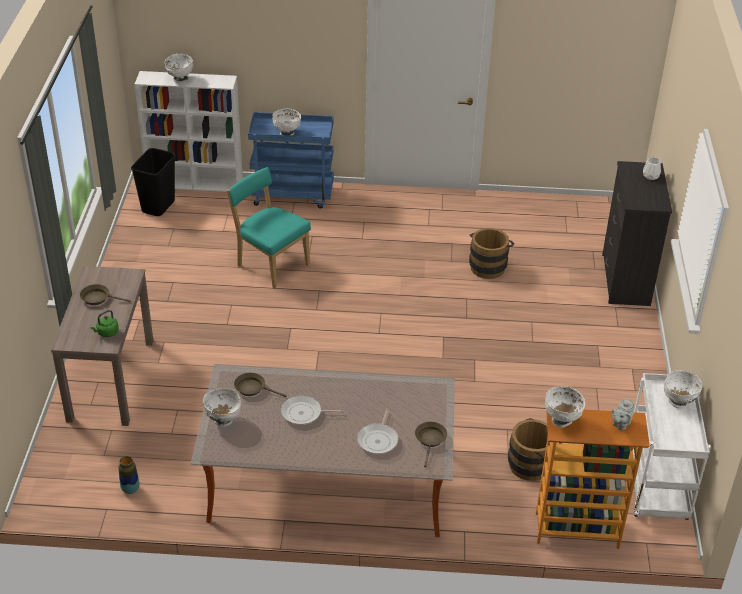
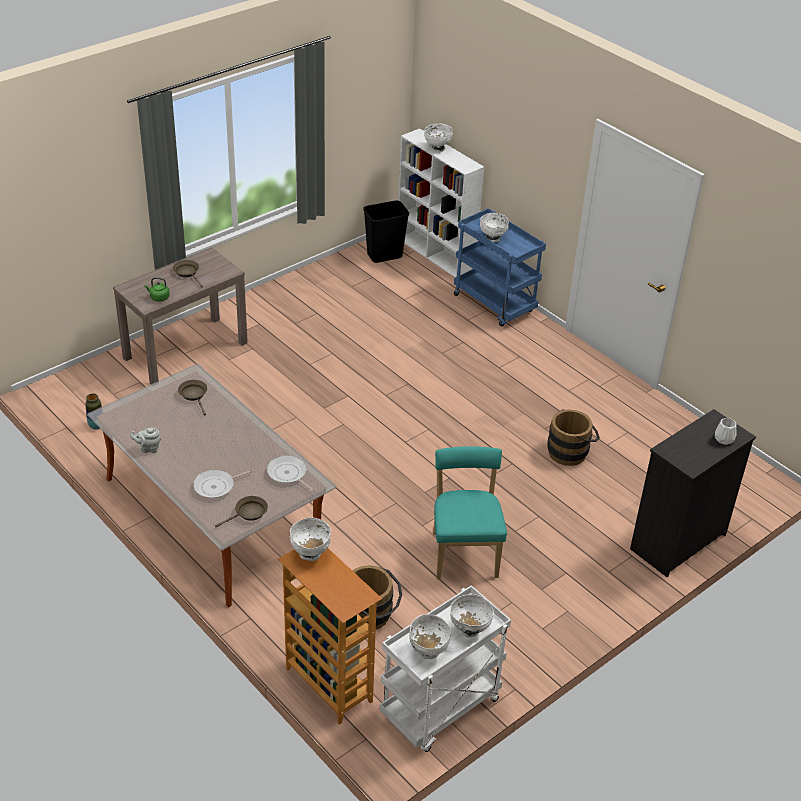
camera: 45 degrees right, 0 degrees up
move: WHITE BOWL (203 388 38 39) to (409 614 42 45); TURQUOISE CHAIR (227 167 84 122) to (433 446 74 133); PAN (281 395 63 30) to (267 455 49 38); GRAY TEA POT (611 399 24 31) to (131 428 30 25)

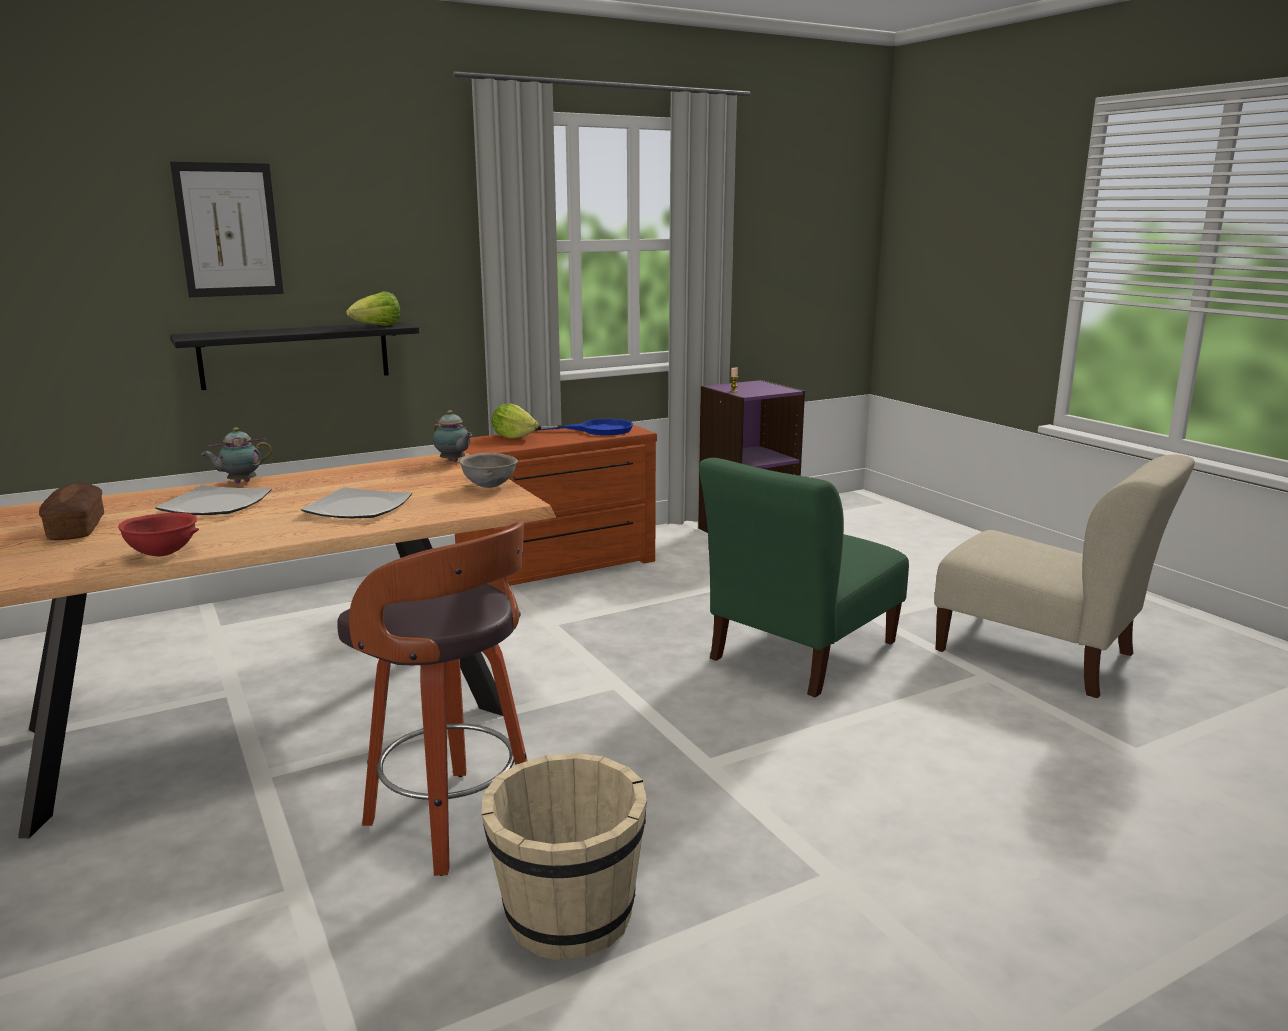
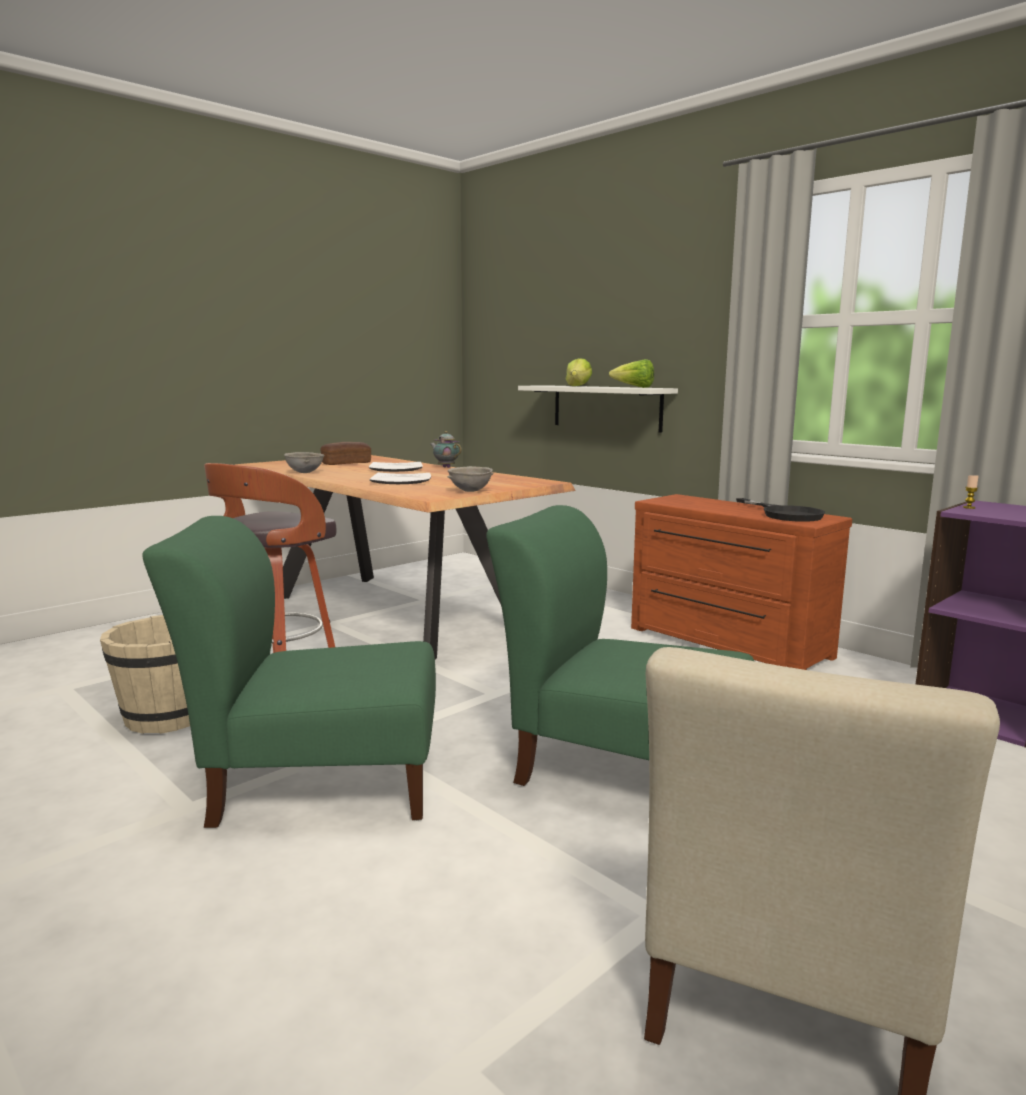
camera: 75 degrees right, 5 degrees down
delete: WALL PICTURE (170 162 114 135); TEA POT (433 410 39 52)
insert: GREEN CHAIR (142 516 294 312)
move: LETTUCE (492 404 47 35) to (566 358 26 28)
recolor: REDDISH BOWL (118 513 81 44) to GRAY BOWL (284 452 40 21); BLACK-COLOURED BRACKET SHELF (170 322 249 68) to WHITE BRACKET SHELF (518 385 160 48); BLUE-COLOURED PAN (535 419 98 16) to BLACK-COLOURED PAN (736 498 89 24)

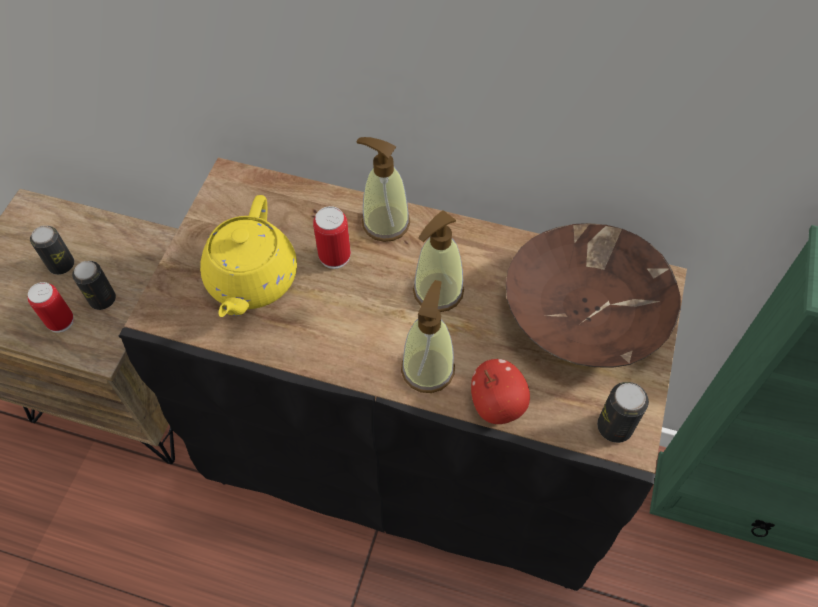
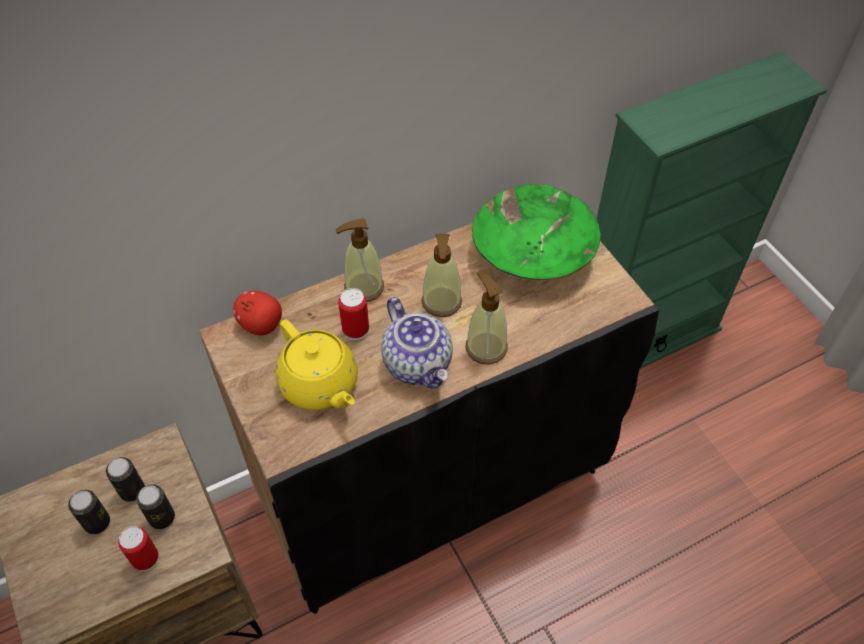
camera: 45 degrees left, 5 degrees down
insert: TEA POT (381 297 72 92)
move: APPLE (471 359 59 65) to (233 291 49 44); SEALED CAN (597 382 52 61) to (106 457 39 45)
recolor: BROWNISH BOWL (506 223 174 145) to GREEN BOWL (472 184 129 96)

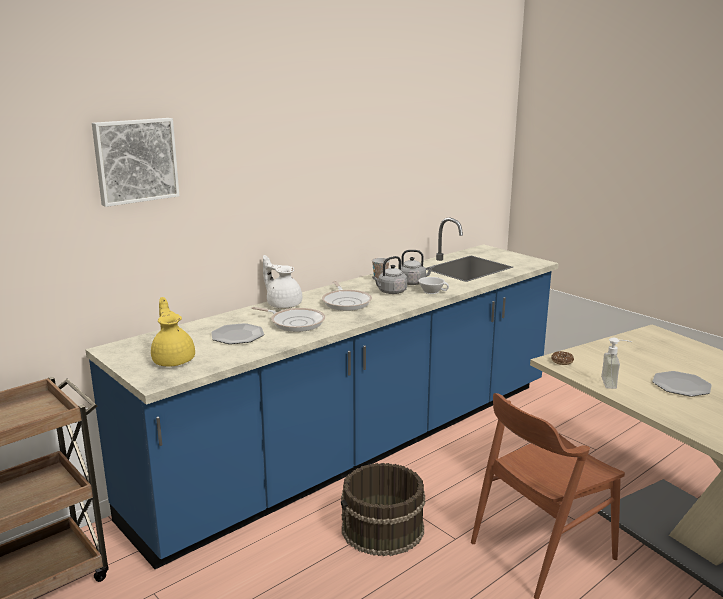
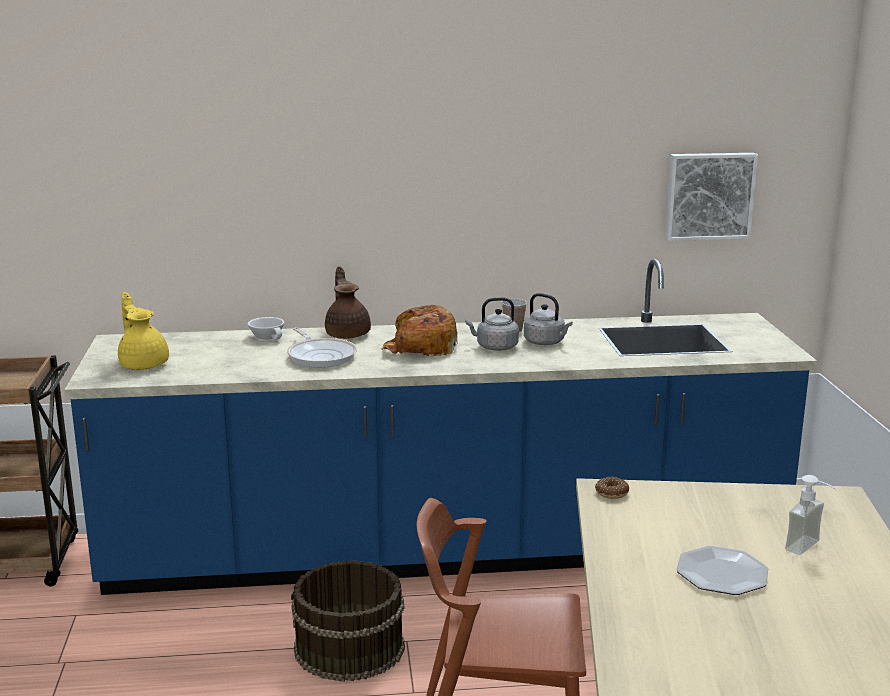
camera: 35 degrees right, 0 degrees up
delete: FLAT DISH (211 323 53 21)
move: WALL PICTURE (92 118 87 89) to (665 153 93 88); WHITE CUP (419 277 30 17) to (248 317 36 24); SOAP DISPENSER (601 338 31 51) to (785 475 51 80)
replace: PAN (322 281 50 30) to BAKED BREAD (381 305 76 51)
recolor: WHITE TEA POT (263 255 39 54) to BROWNISH TEA POT (325 266 46 73)
rotate: YELLOW-COLOURED TEA POT (151 297 44 70) = (118 292 51 78) 45 degrees counterclockwise

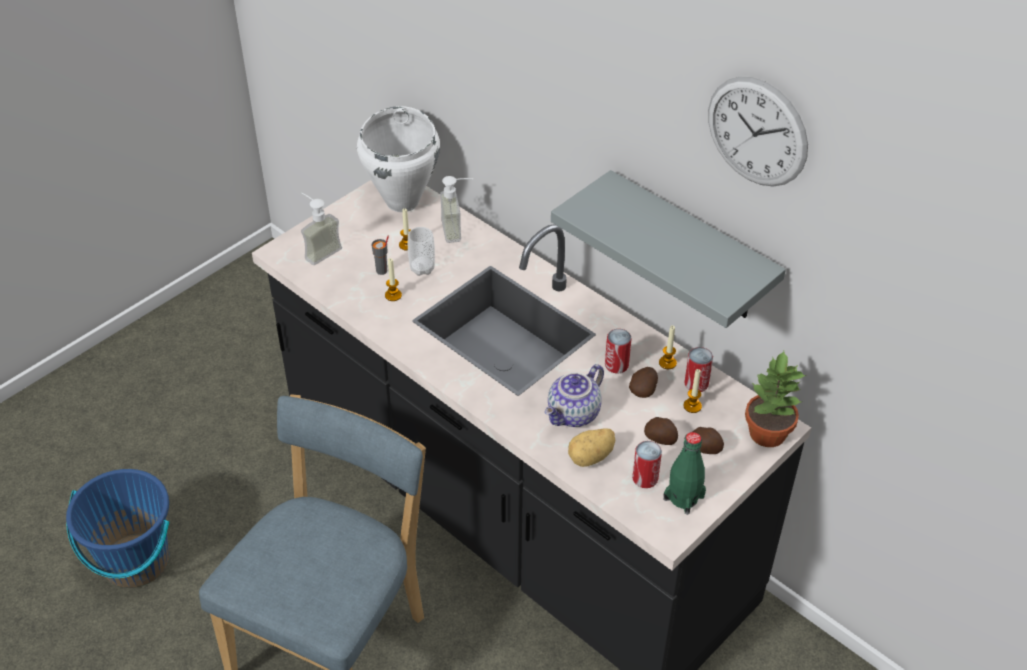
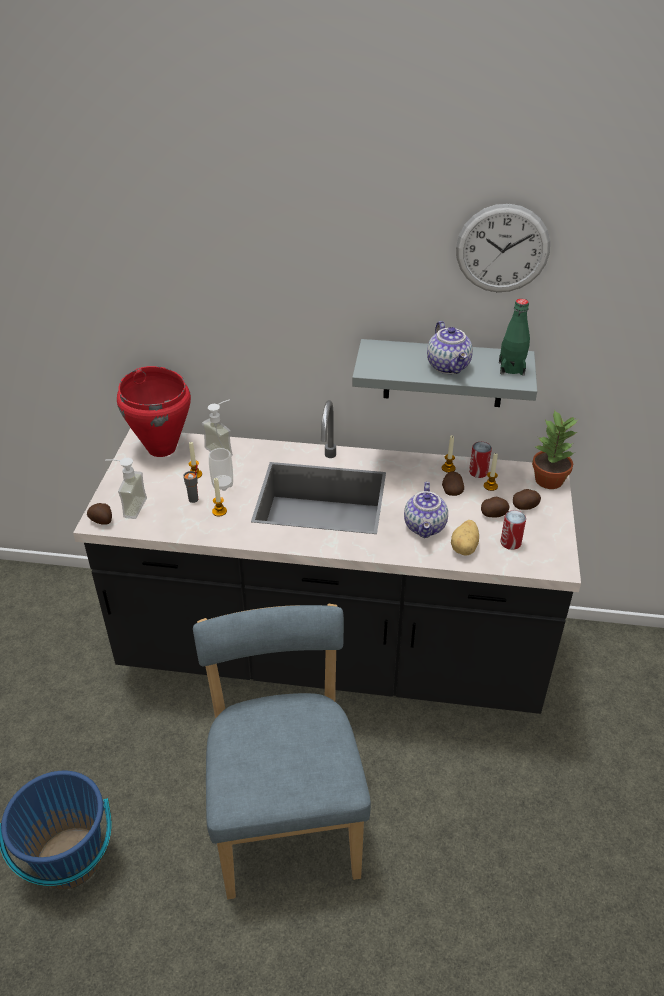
camera: 35 degrees left, 5 degrees down
delete: SEALED CAN (605 329 27 44)
insert: WHOLE POTATO (87 503 25 22); TEA POT (427 321 46 53)
move: GREEN DRINK BOTTLE (663 432 43 83) to (499 299 31 77)
recolor: WHITE STOCKPOT (357 106 83 106) to REDDISH STOCKPOT (117 366 74 91)

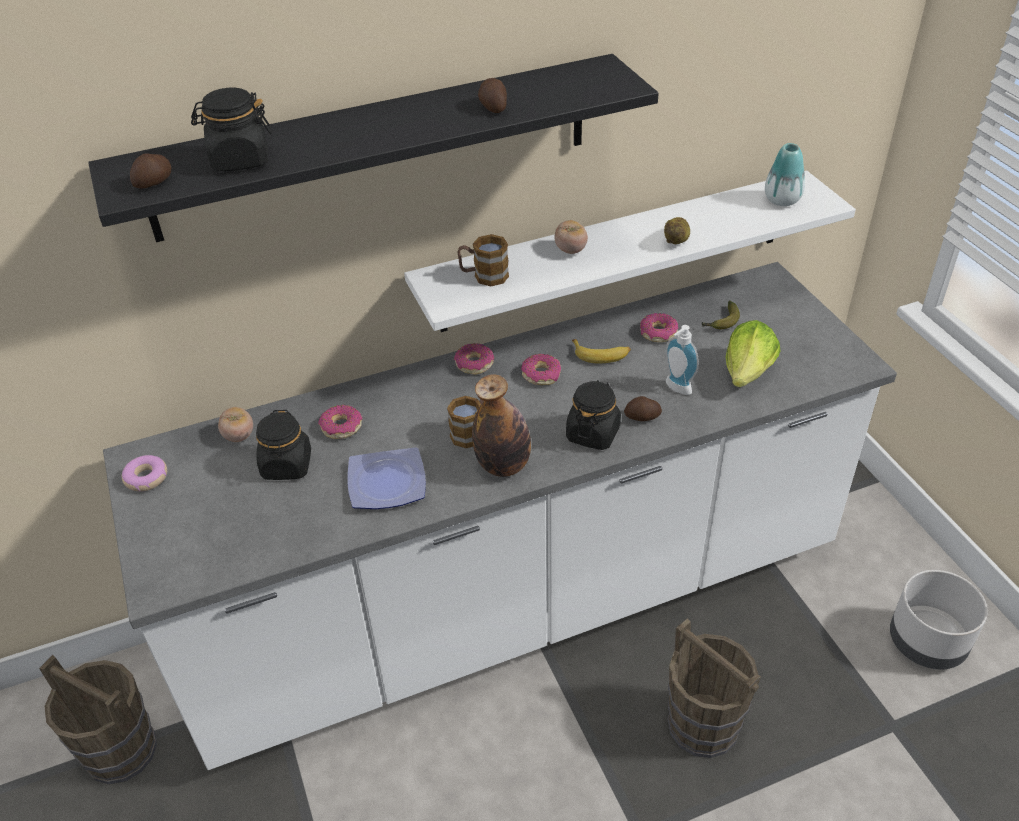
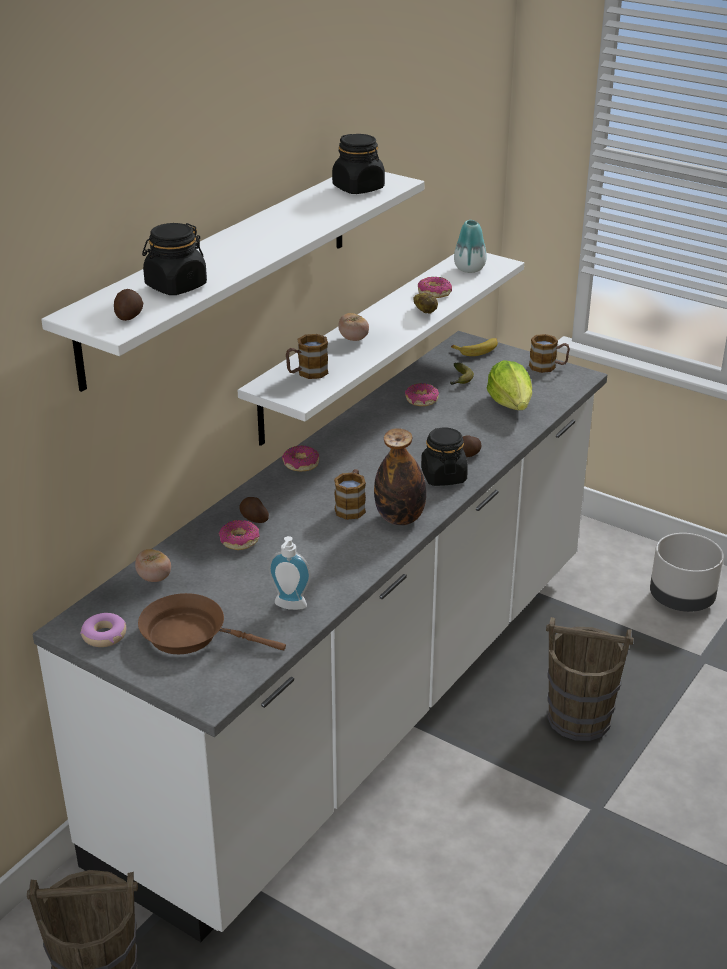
camera: 35 degrees left, 10 degrees down
delete: FLAT DISH (347 447 79 62)
insert: BROWNISH PAN (138 593 148 61); COFFEE MUG (529 334 41 39)
move: BLACK-COLOURED PRESERVE JAR (256 410 55 70) to (332 134 53 60); WHOLE POTATO (478 78 29 35) to (239 497 30 26); DONUT (521 354 40 31) to (418 277 34 21); BANANA FRUIT (572 339 59 24) to (451 338 47 18); SOAP DISPENSER (666 325 33 70) to (269 536 42 74)
recolor: BLACK-COLOURED BRACKET SHELF (88 54 571 188) to WHITE BRACKET SHELF (41 172 384 220)

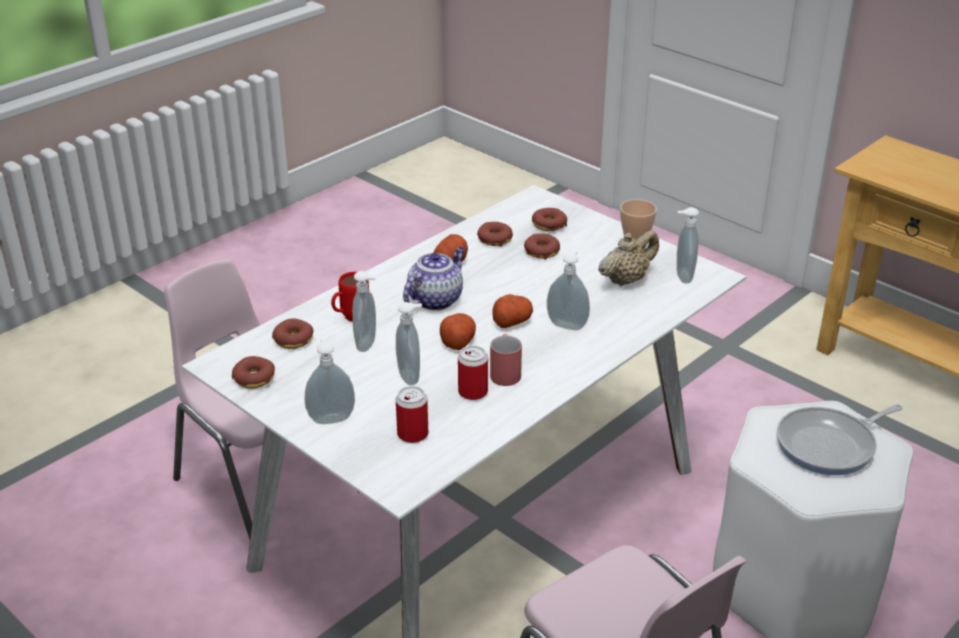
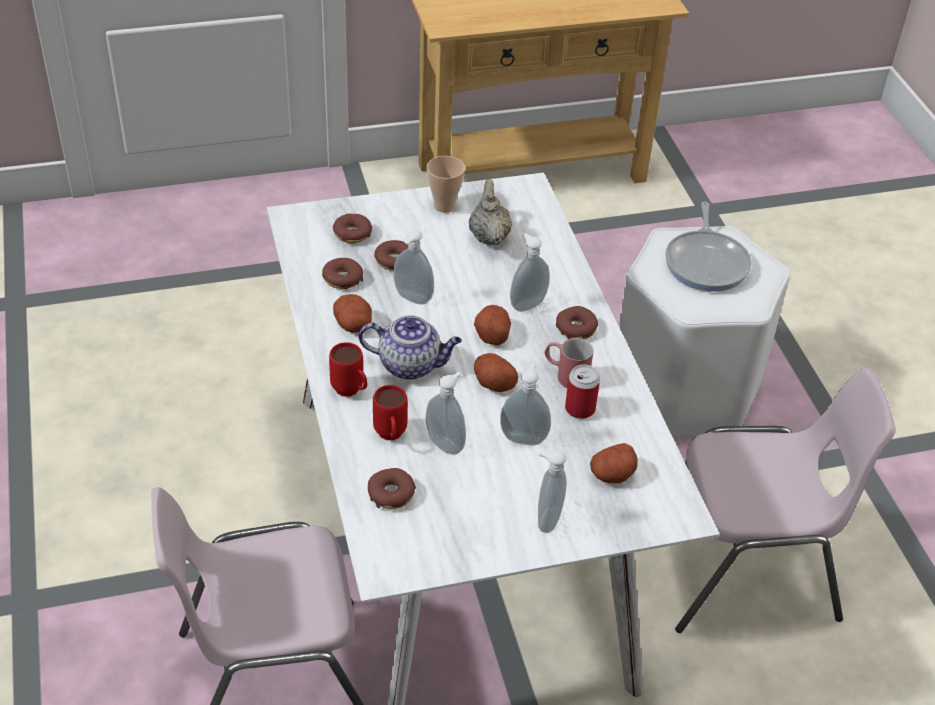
camera: 60 degrees left, 10 degrees up
insert: REDDISH COFFEE MUG (329 342 39 55)
move: DONUT (232 356 43 33) to (556 306 42 33); SOAP DISPENSER (677 207 22 77) to (394 230 40 75)
replace: SEALED CAN (396 386 32 57) to WHOLE POTATO (590 443 48 40)
rotate: TEA POT (403 247 62 64) = (359 315 103 65) 120 degrees clockwise

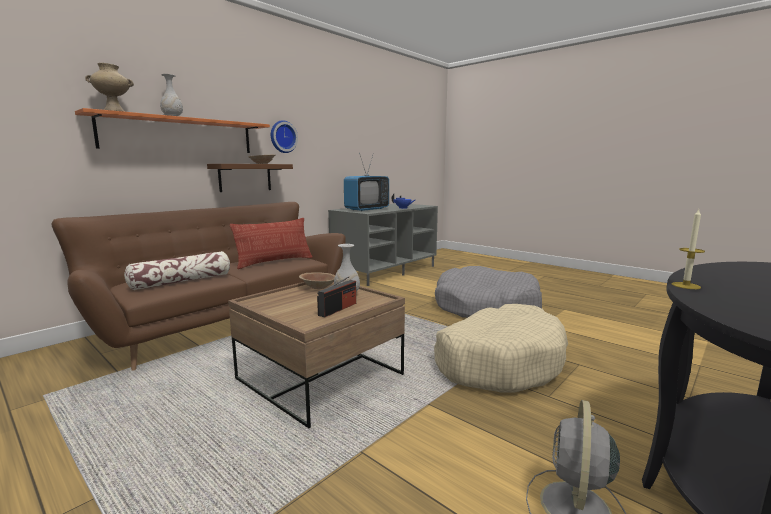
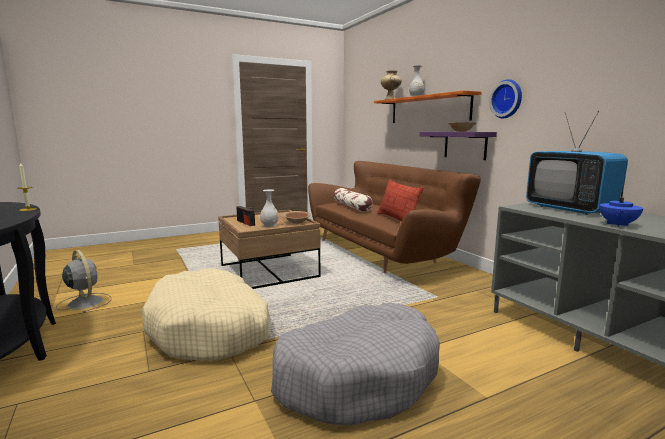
camera: 110 degrees right, 0 degrees up
recolor: BROWNISH BRACKET SHELF (207 164 86 28) to PURPLE-COLOURED BRACKET SHELF (420 132 77 28)

